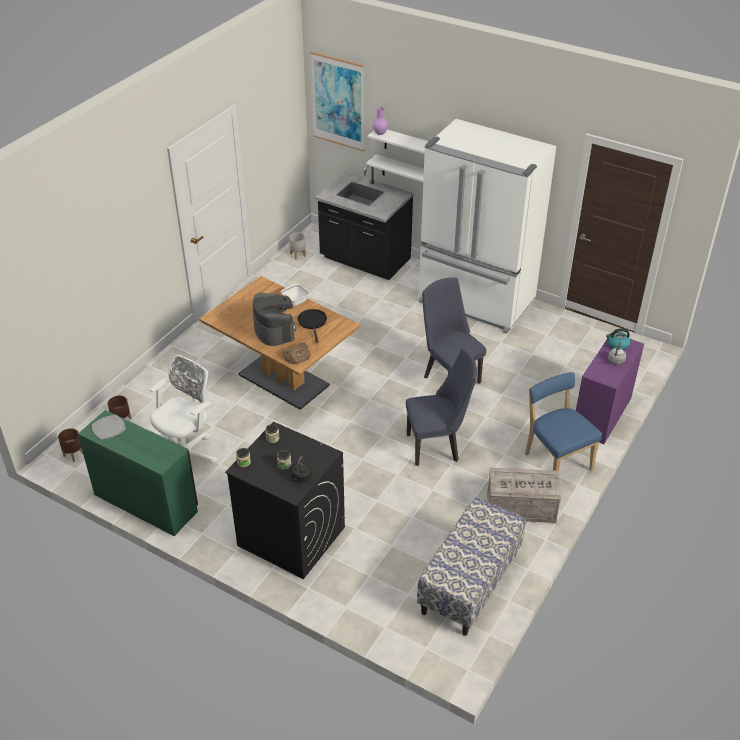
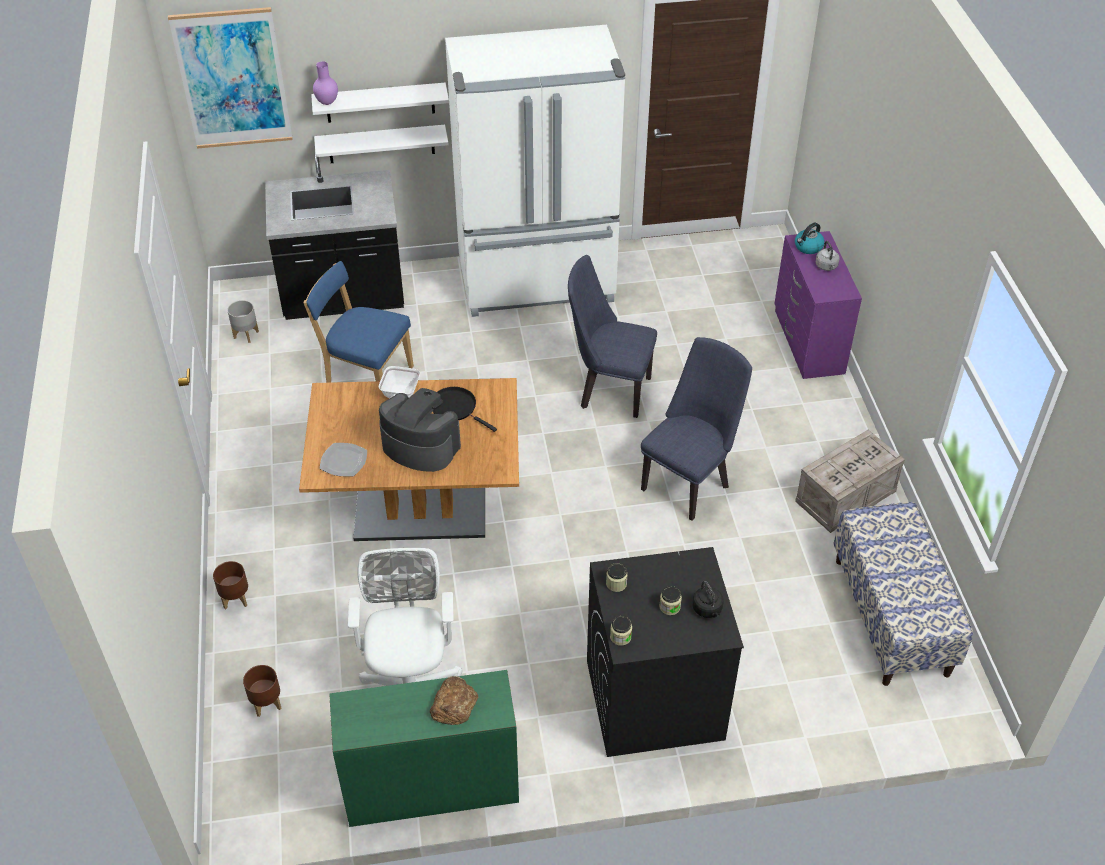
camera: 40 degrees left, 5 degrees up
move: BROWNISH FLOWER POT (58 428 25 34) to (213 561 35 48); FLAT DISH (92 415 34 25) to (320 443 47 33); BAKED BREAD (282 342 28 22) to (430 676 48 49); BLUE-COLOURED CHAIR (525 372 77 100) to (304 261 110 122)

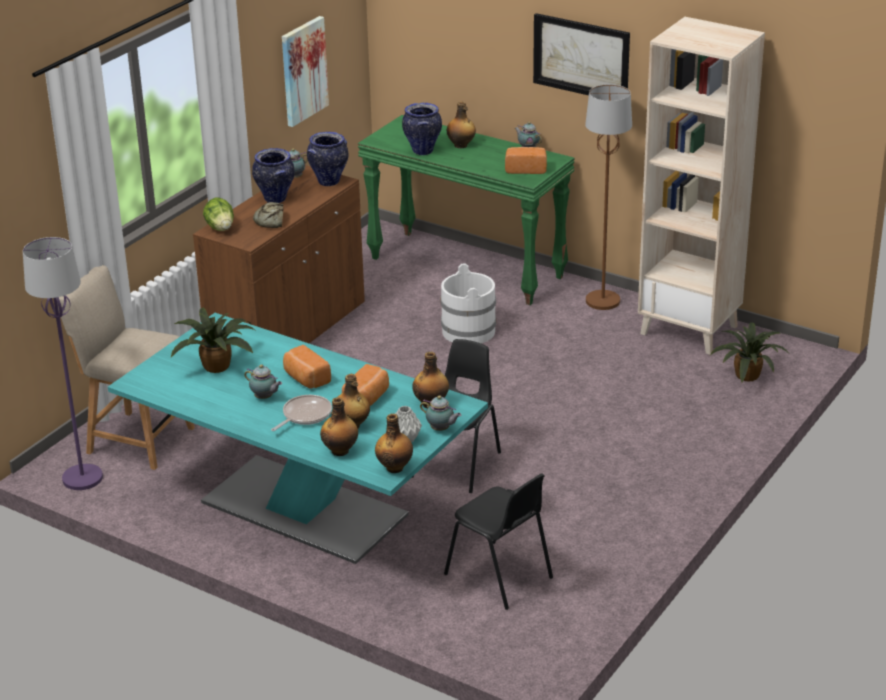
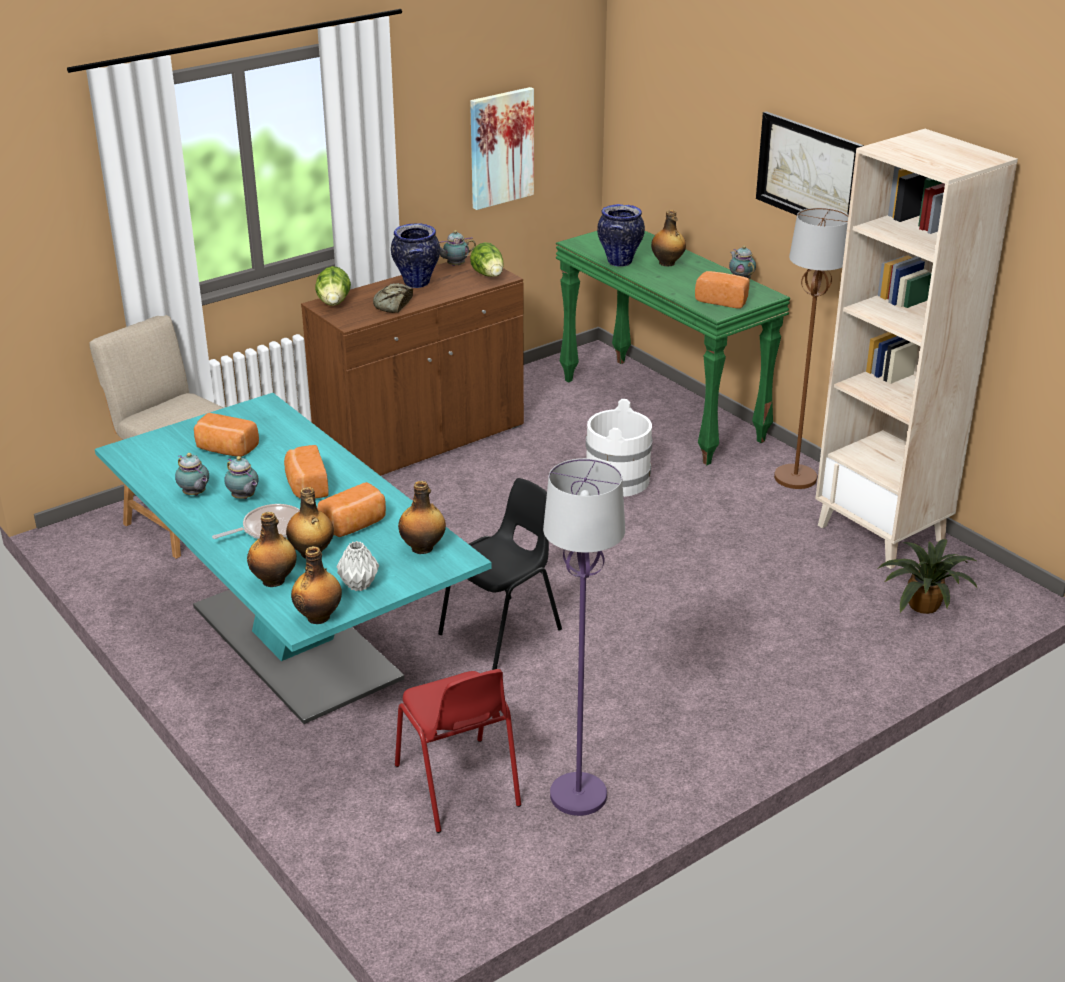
camera: 20 degrees right, 0 degrees up
move: PURPLE-COLOURED STANDARD LAMP (23 237 80 253) to (543 458 82 358); TEA POT (420 395 41 36) to (175 453 34 43)
replace: HOUSEPLANT (171 308 84 65) to BAKED BREAD (194 413 65 44); FLOWER VASE (307 132 41 54) to LETTUCE (470 242 34 35)
recolor: BLACK-COLOURED CHAIR (444 473 109 137) to REDDISH CHAIR (395 669 126 164)

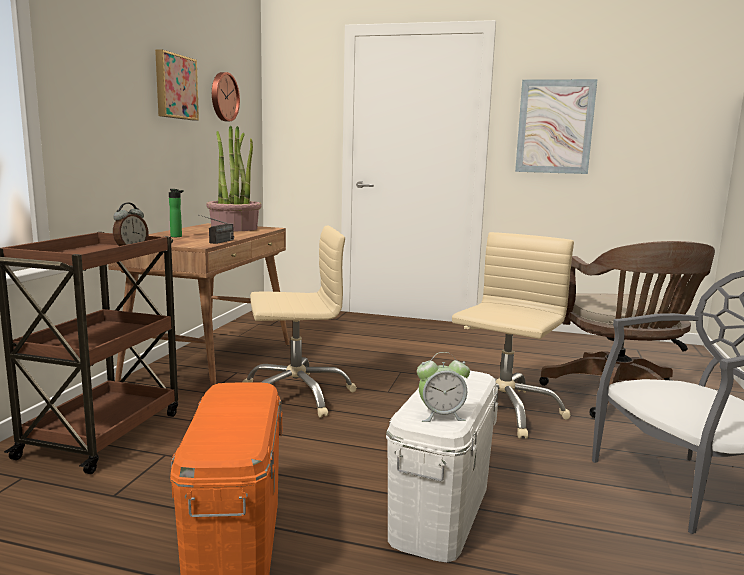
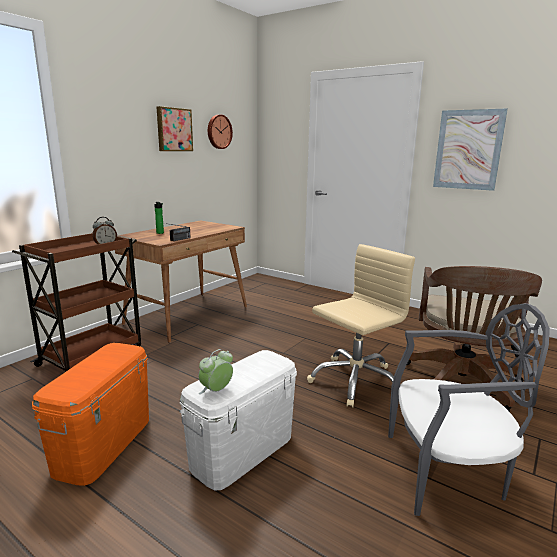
camera: 20 degrees right, 5 degrees up
delete: HOUSEPLANT (206 125 56 106); BEIGE-COLOURED DESK CHAIR (242 226 115 192)
rotate: TABLE CLOCK (417 352 53 70) = (199 349 34 45) 120 degrees clockwise

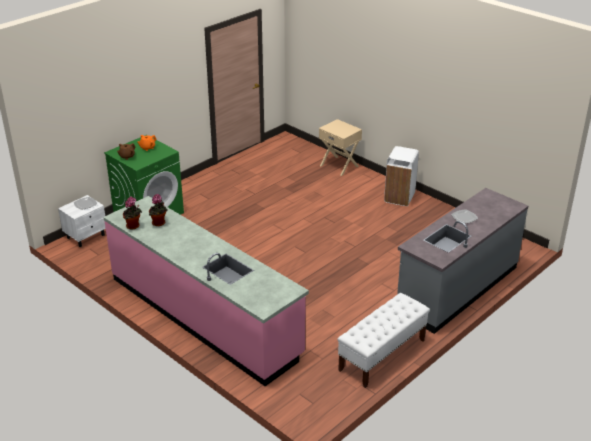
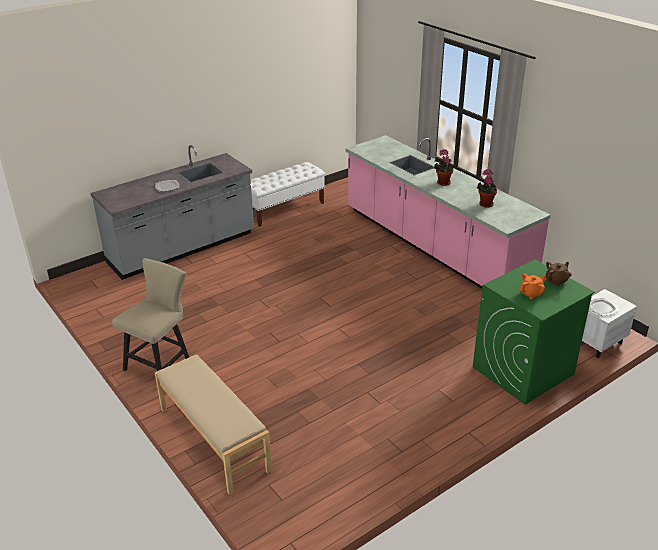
camera: 170 degrees left, 0 degrees up
move: HOUSEPLANT (123 196 19 34) to (434 149 20 37)
replace: BEIGE-COLOURED NIGHTSTAND (319 119 43 57) to BEIGE-COLOURED BENCH (155 355 117 140); WHITE WASTE BIN (384 146 35 60) to BEIGE-COLOURED CHAIR (112 258 77 113)

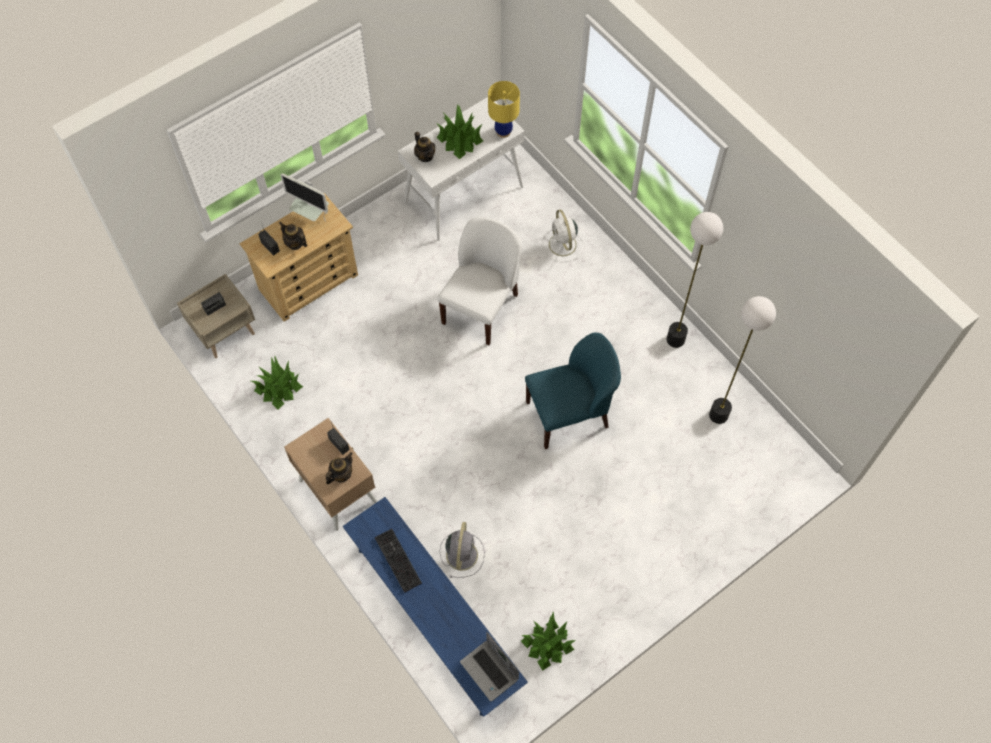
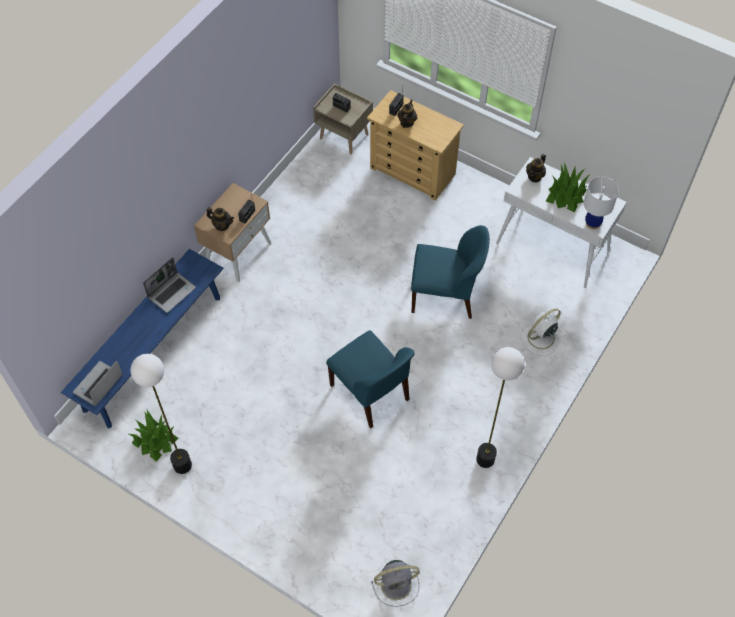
camera: 70 degrees right, 5 degrees down
delete: HOUSEPLANT (251 356 52 54); COMPUTER DISPLAY (281 173 48 49)
move: GRAY ELECTRIC FAN (440 522 45 56) to (371 560 49 47); STANDARD LAMP (709 296 67 128) to (130 354 62 120)
replace: COMPUTER KEYBOARD (375 529 47 64) to PORTABLE COMPUTER (143 257 53 56)
recolor: WHITE CHAIR (437 217 85 128) to BLUE-COLOURED CHAIR (411 225 79 94); YELLOW-COLOURED TABLETOP LAMP (488 81 32 57) to WHITE TABLETOP LAMP (584 177 35 52)

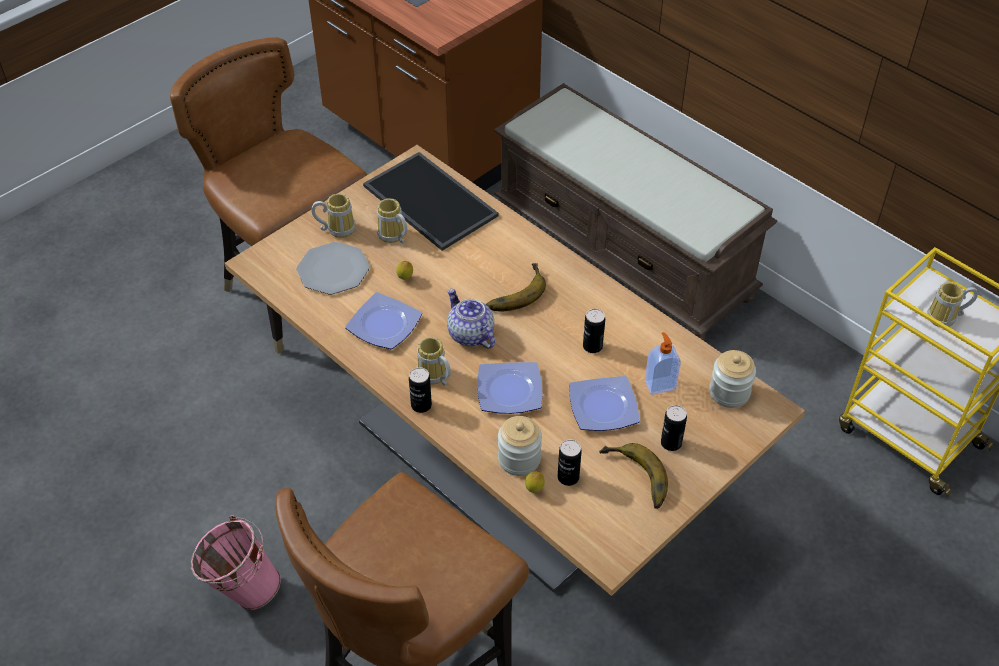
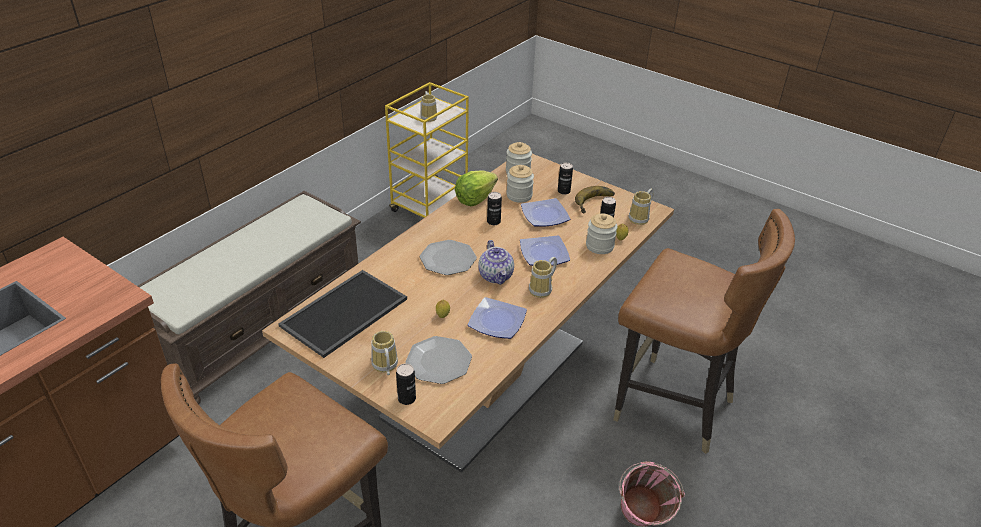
camera: 100 degrees left, 10 degrees down
insert: LETTUCE (455 170 43 36)
move: COFFEE MUG (377 198 30 45) to (629 189 25 36); SEALED CAN (409 367 23 46) to (396 364 20 41)
replace: BANANA FRUIT (486 263 60 49) to FLAT DISH (420 240 57 35); SOAP DISPENSER (645 332 36 63) to PRESERVE JAR (506 165 28 38)
rotate: TEA POT (447 288 48 61) = (478 240 36 45) 60 degrees counterclockwise

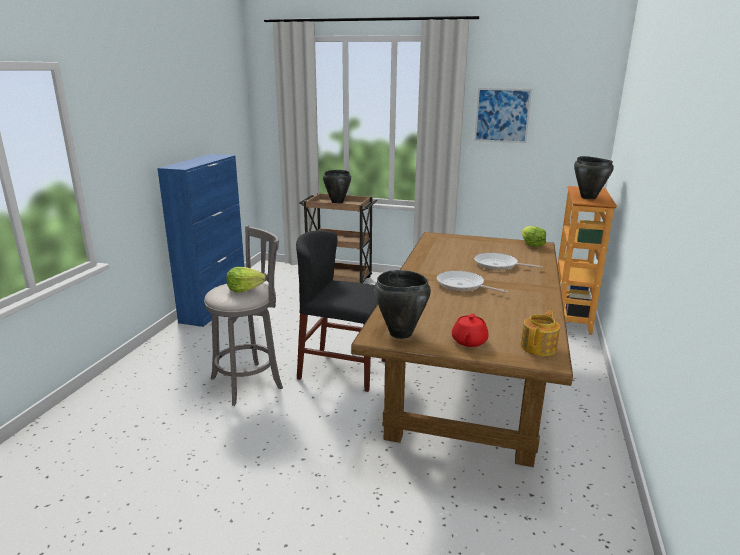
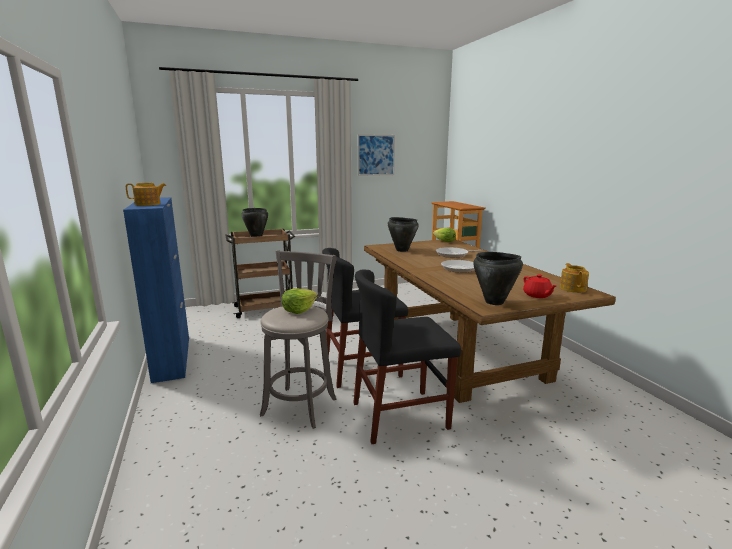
camera: 35 degrees left, 5 degrees down
insert: TEA POT (126 183 40 23); BLACK-COLOURED CHAIR (353 270 108 174)
move: BLACK-COLOURED STOCKPOT (574 156 40 43) to (388 217 31 35)

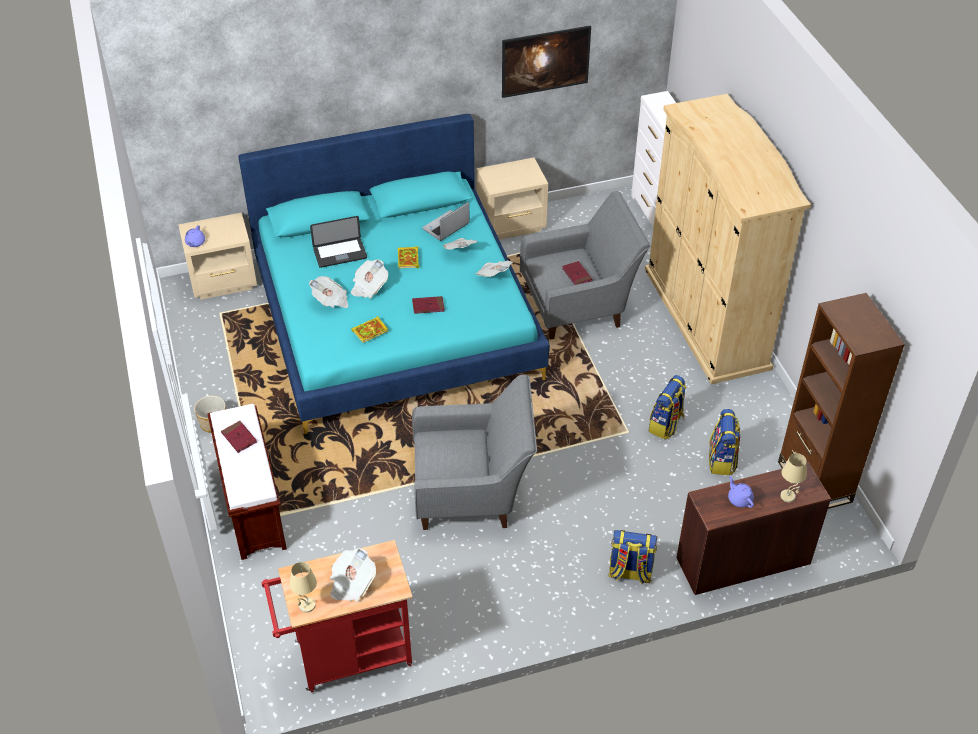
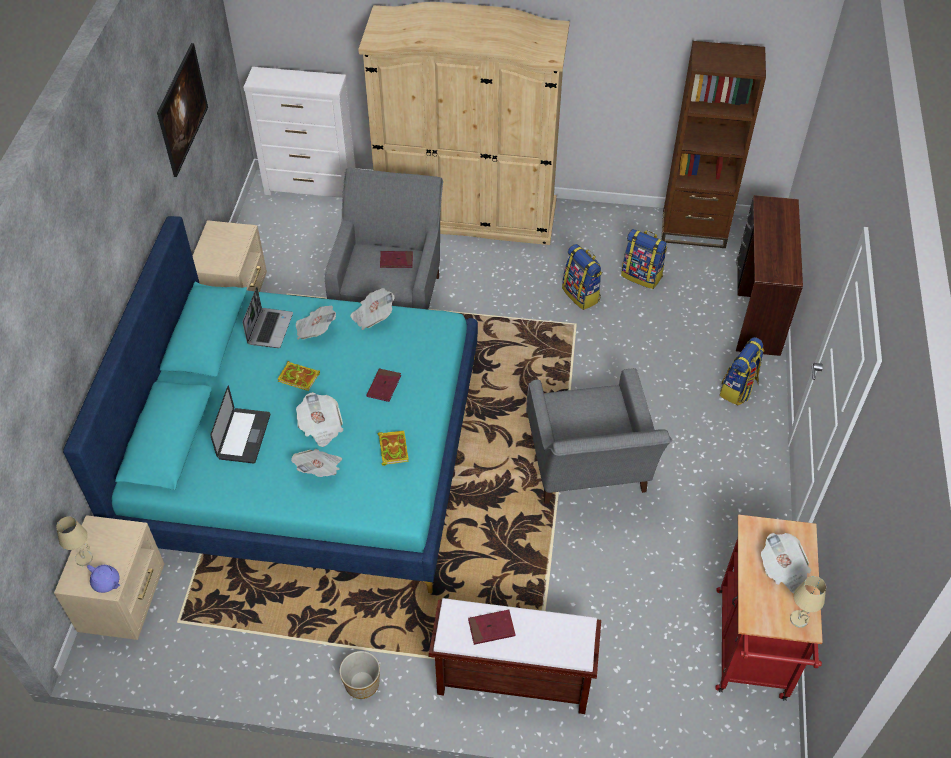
camera: 65 degrees left, 5 degrees up
delete: PURPLE-COLOURED TEA POT (728 476 26 32)
move: BEIGE-COLOURED TABLETOP LAMP (780 453 27 49) to (56 517 37 49)
rotate: GRAY EASY CHAIR (412 375 125 155) = (526 368 146 136) 150 degrees clockwise; PORTABLE COMPUTER (422 202 48 39) = (242 287 51 61) 150 degrees counterclockwise

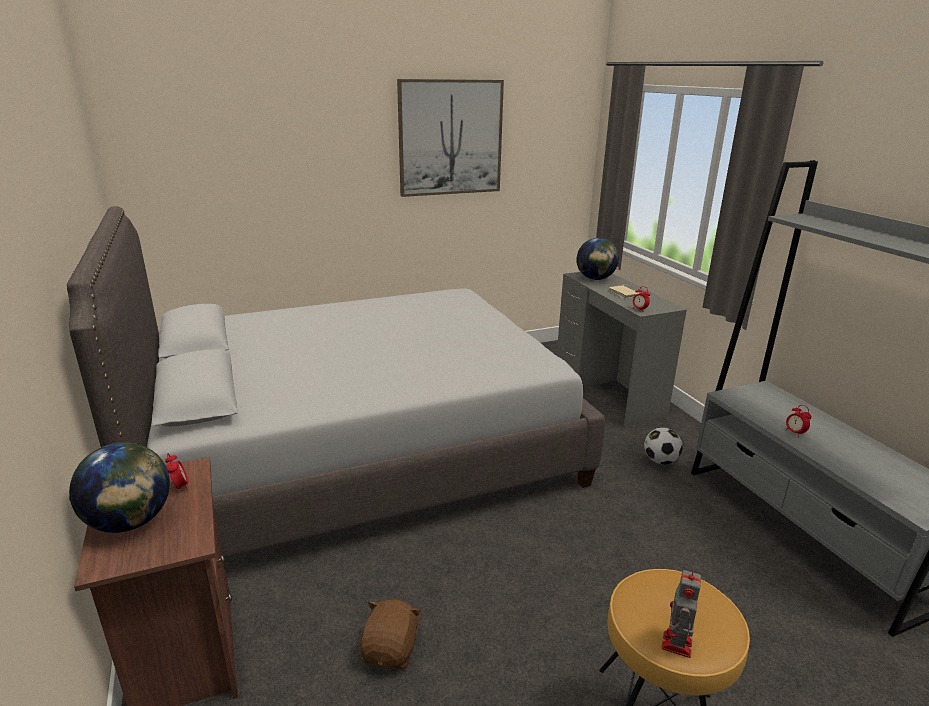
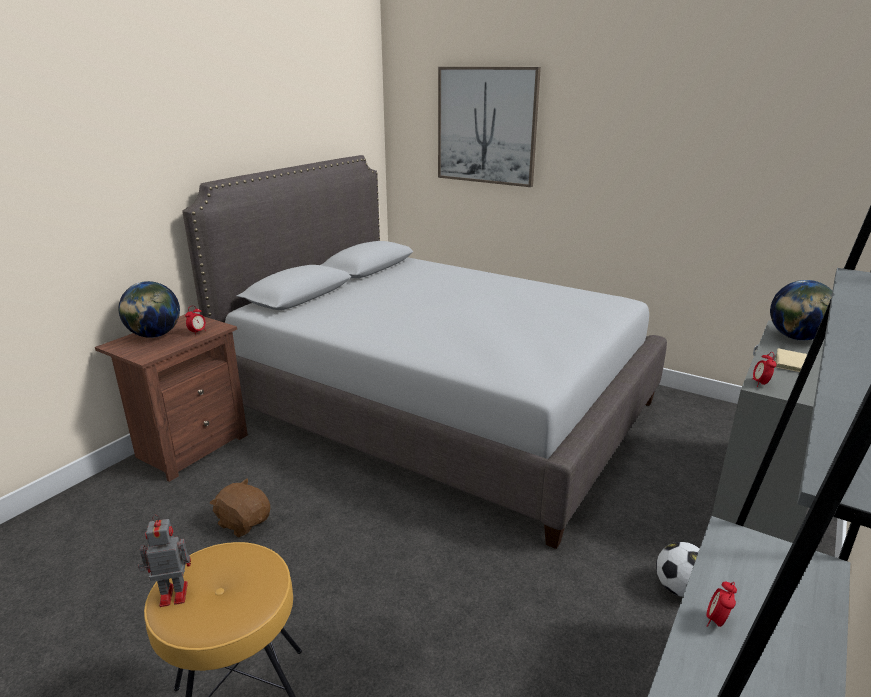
camera: 55 degrees right, 0 degrees up
move: WALL PICTURE (397 79 107 118) to (438 67 103 120)
rotate: BROWNISH SOFT TOY (360 599 62 70) = (210 479 60 59) 120 degrees counterclockwise

